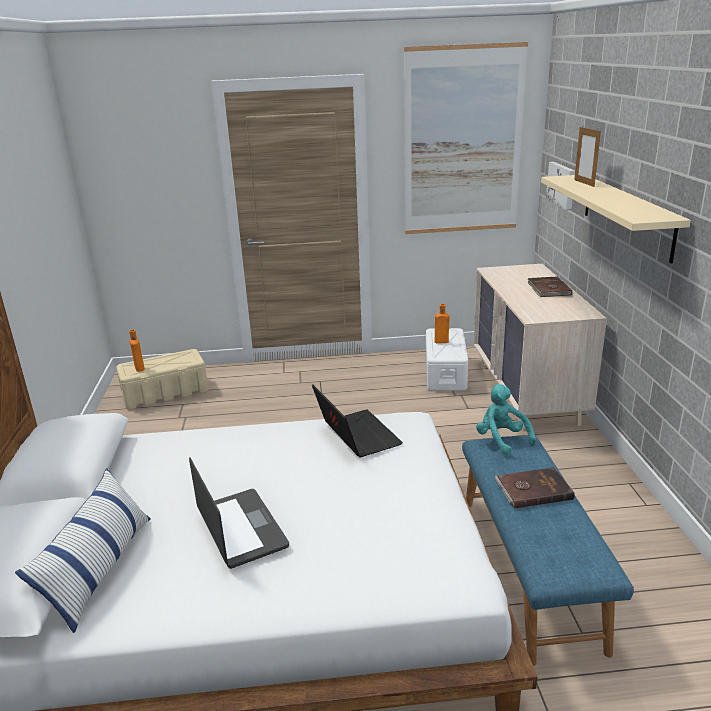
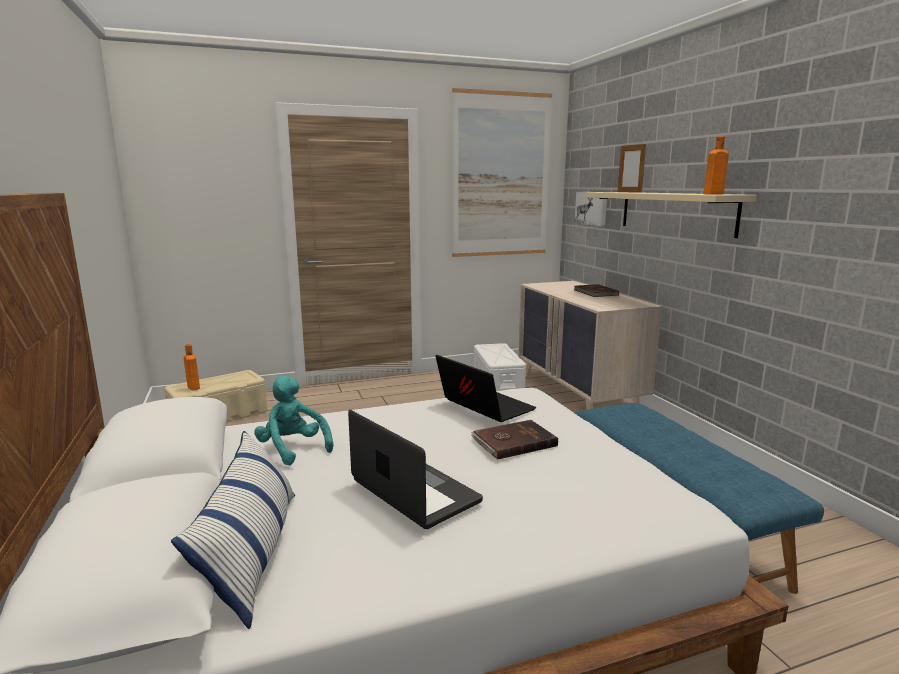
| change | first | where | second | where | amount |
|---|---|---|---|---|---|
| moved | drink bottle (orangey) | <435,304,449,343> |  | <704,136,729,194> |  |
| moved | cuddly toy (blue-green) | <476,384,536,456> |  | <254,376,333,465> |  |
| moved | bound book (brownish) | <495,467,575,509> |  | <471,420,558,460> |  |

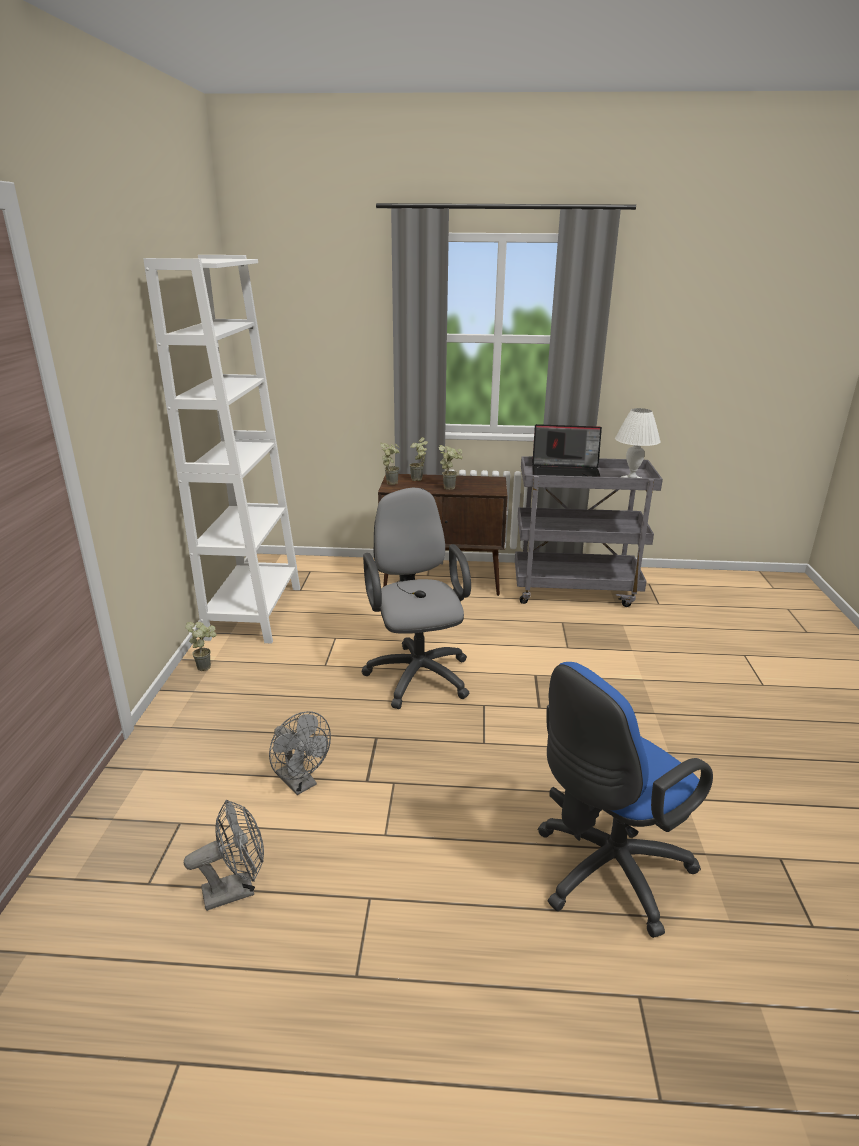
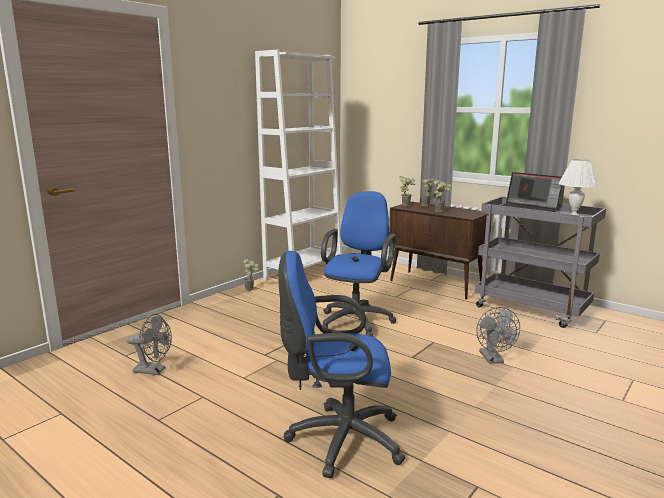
| change | first | where | second | where | amount |
|---|---|---|---|---|---|
| moved | fan (gray) | <269,711,331,795> |  | <476,307,520,364> |  |
| recoloured | office chair (gray) | <362,488,471,709> | office chair (bluish) | <321,191,396,337> |  |

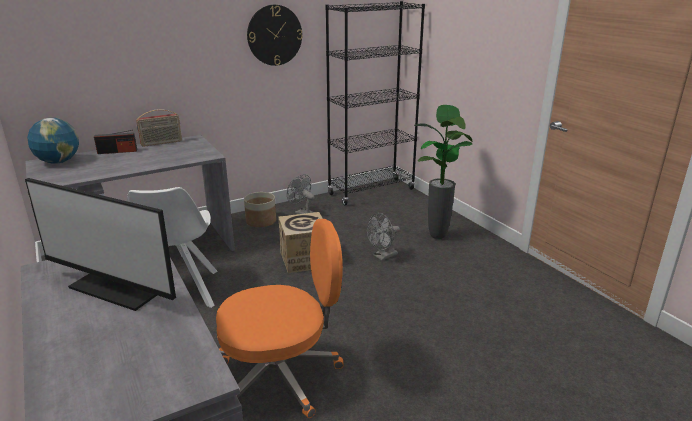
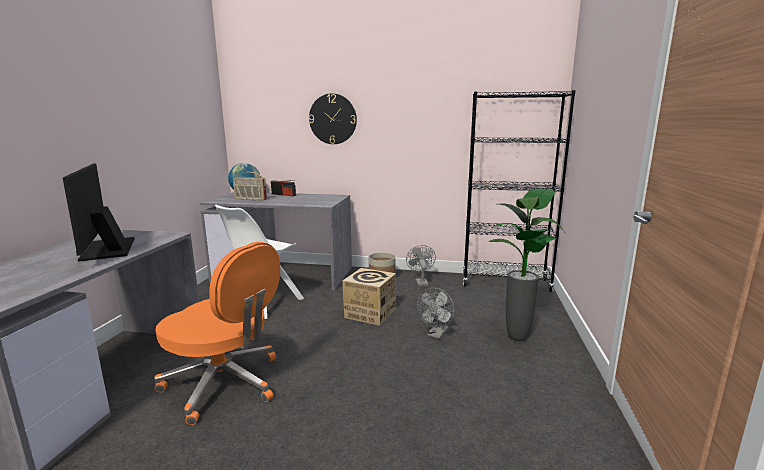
| change | first | where | second | where | amount |
|---|---|---|---|---|---|
| moved | radio | <136,109,182,147> |  | <233,172,267,201> |  |
| moved | hanging clock | <247,5,303,66> |  | <309,93,357,144> |  |
| turned | fan (gray) | <367,213,400,261> |  | <417,288,454,339> | 60 degrees counterclockwise |

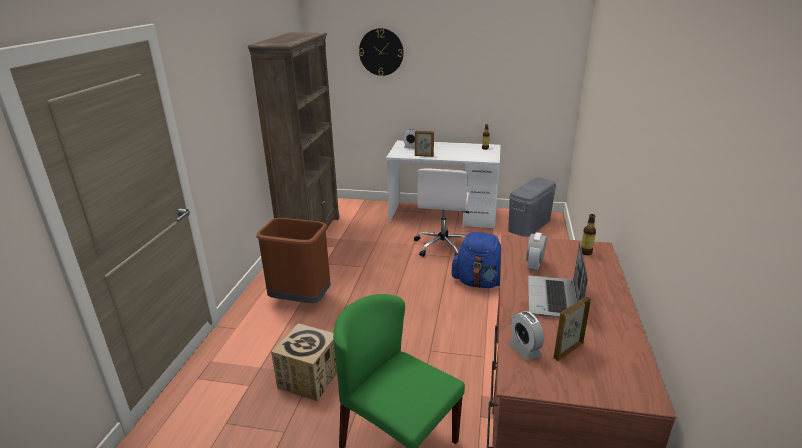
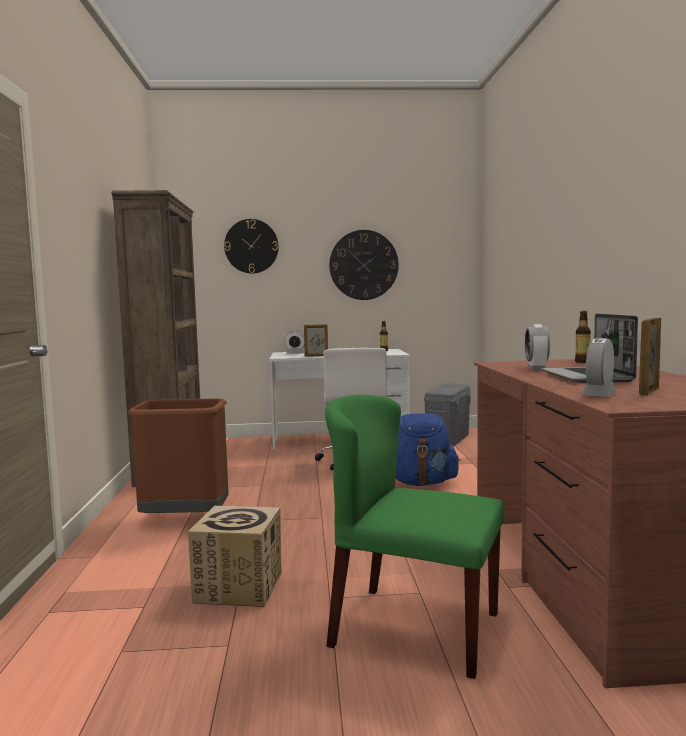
| change | first | where | second | where | amount |
|---|---|---|---|---|---|
| added |  |  | hanging clock | <329,230,399,300> |  |
| turned | alarm clock | <509,311,544,361> |  | <581,338,617,397> | 75 degrees clockwise |

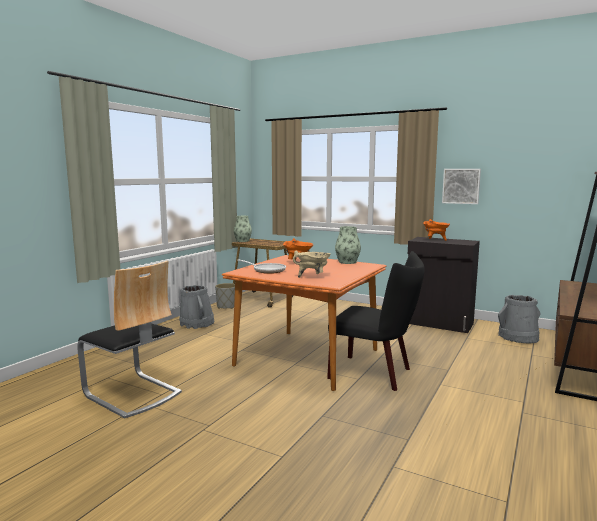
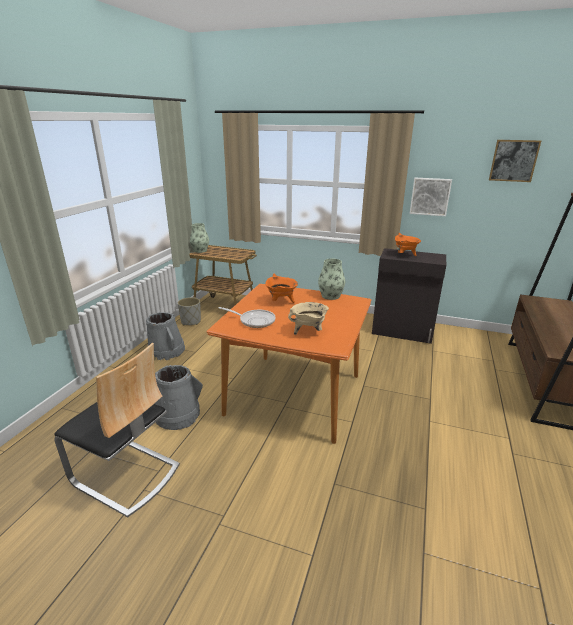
| change | first | where | second | where | amount |
|---|---|---|---|---|---|
| removed | upright chair (blackish) | <327,251,425,391> |  |  |  |
| added |  |  | picture | <489,140,541,182> |  |
| moved | pail (gray) | <498,295,541,343> |  | <154,365,203,430> |  |

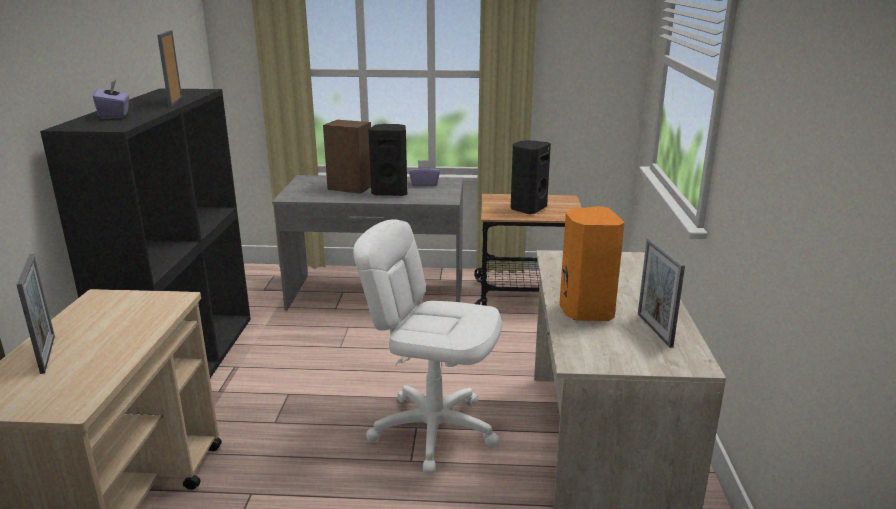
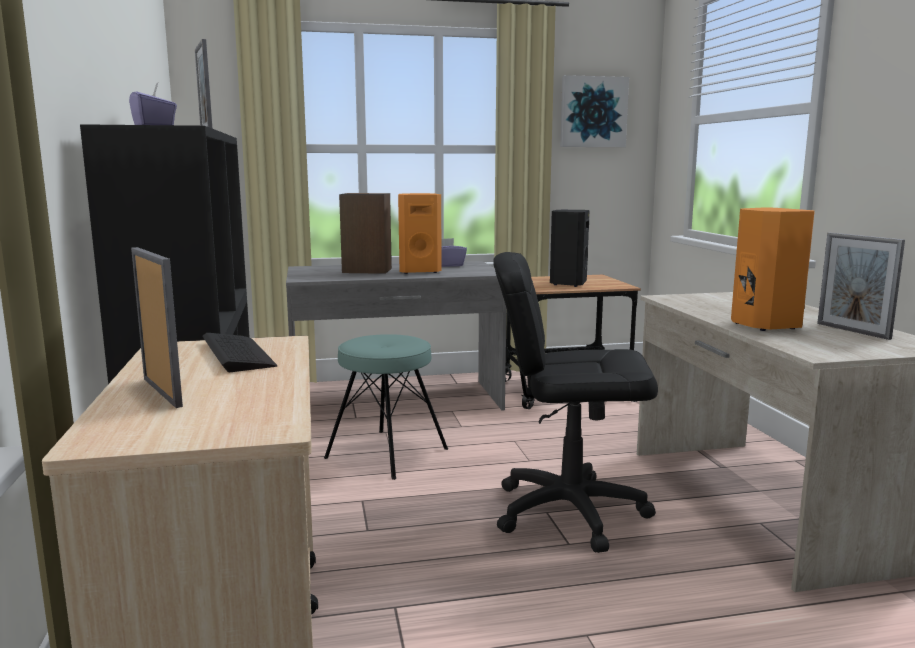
| change | first | where | second | where | amount |
|---|---|---|---|---|---|
| added |  |  | PC keyboard | <202,333,278,372> |  |
| added |  |  | sitting stool (blue-green) | <324,334,448,480> |  |
| added |  |  | picture | <560,75,629,147> |  |
| recoloured | office chair (whitish) | <353,219,502,474> | office chair (blackish) | <493,252,658,553> |  |
| recoloured | audio speaker (blackish) | <368,124,407,196> | audio speaker (orangey) | <398,193,442,274> |  |

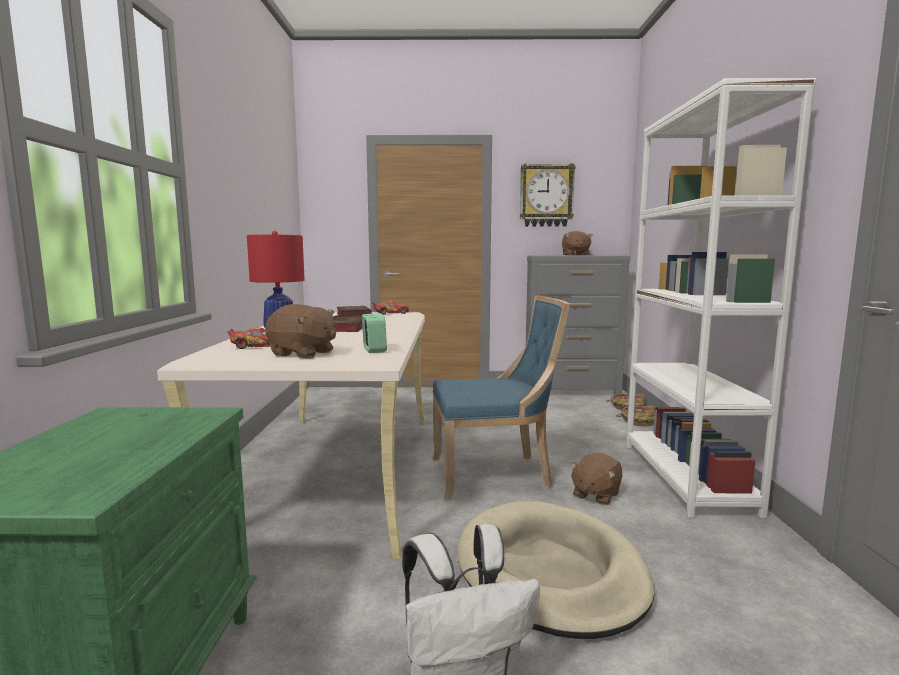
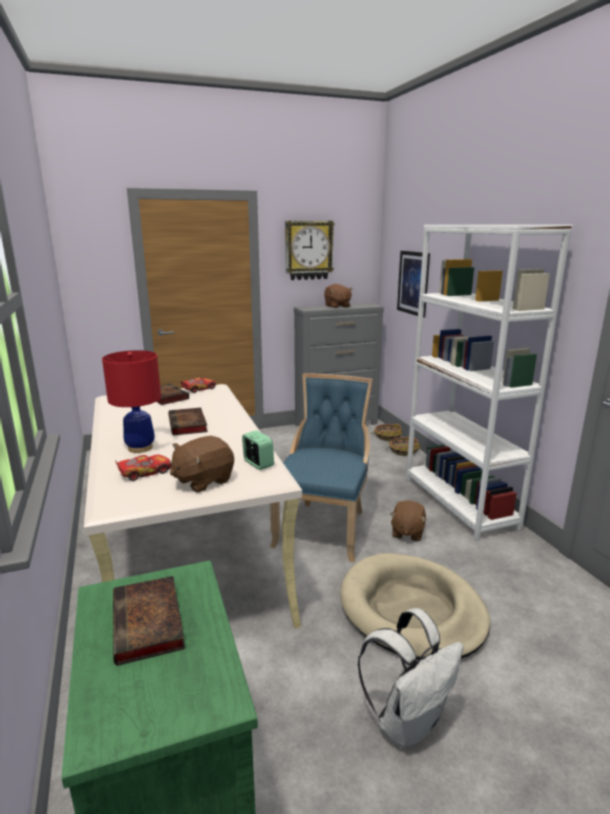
| change | first | where | second | where | amount |
|---|---|---|---|---|---|
| added |  |  | bound book | <113,576,185,666> |  |
| added |  |  | picture | <397,251,430,318> |  |
| turned | cuddly toy (brownish) | <265,304,336,358> |  | <170,436,234,492> | 135 degrees clockwise |
| turned | upright chair (bluish) | <433,295,570,501> |  | <270,373,373,562> | 45 degrees counterclockwise |

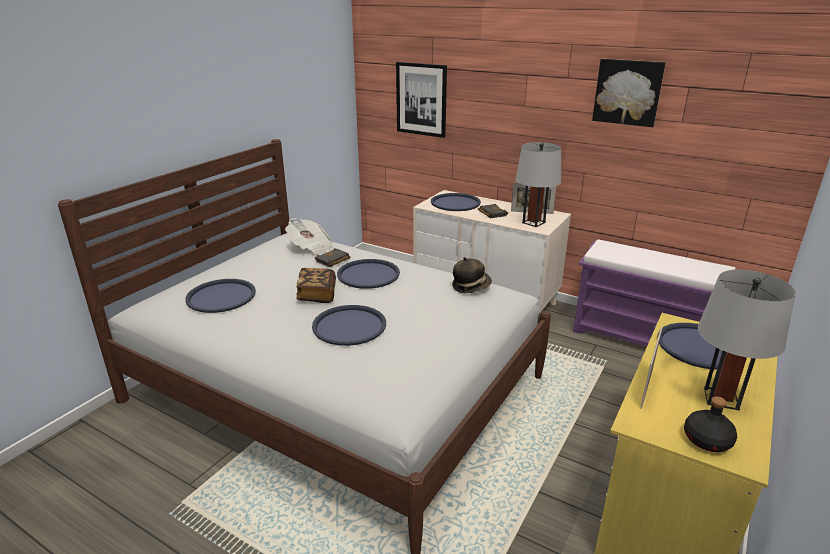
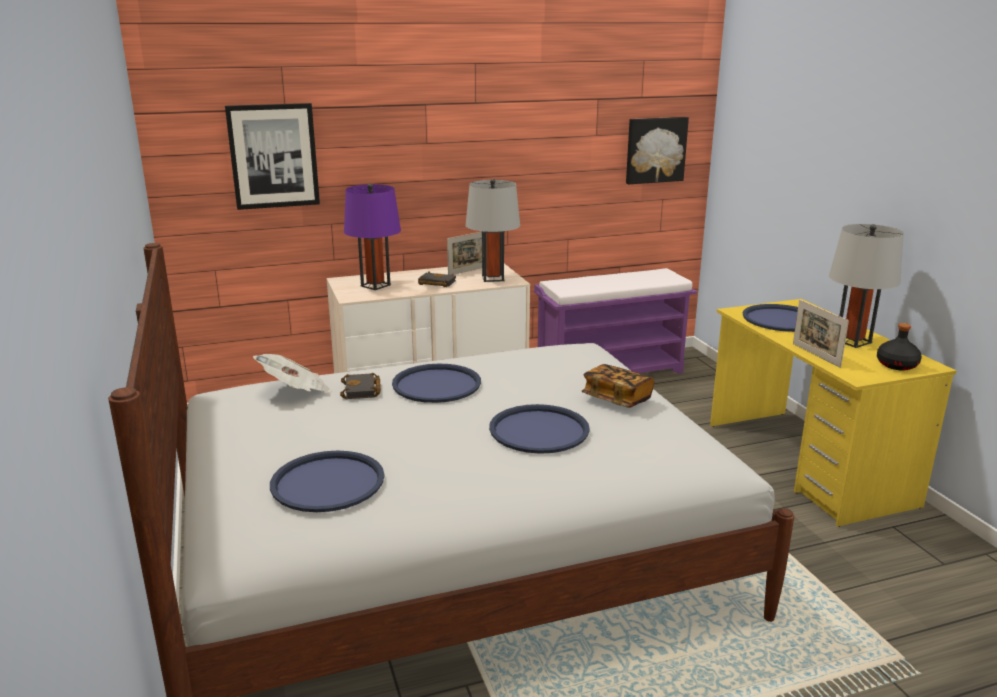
| change | first | where | second | where | amount |
|---|---|---|---|---|---|
| removed | wearable hat | <453,257,492,293> |  |  |  |
| moved | bound book | <296,268,336,303> |  | <581,364,654,408> |  |
| moved | picture | <592,59,666,127> |  | <626,117,689,184> |  |
| replaced | tray (bluish) | <431,193,481,211> | table lamp (purplish) | <344,183,401,290> |  |

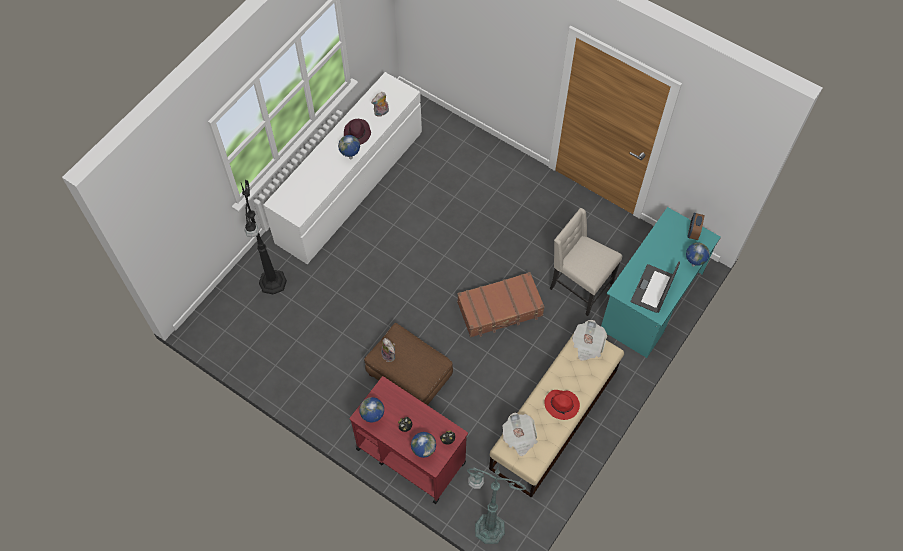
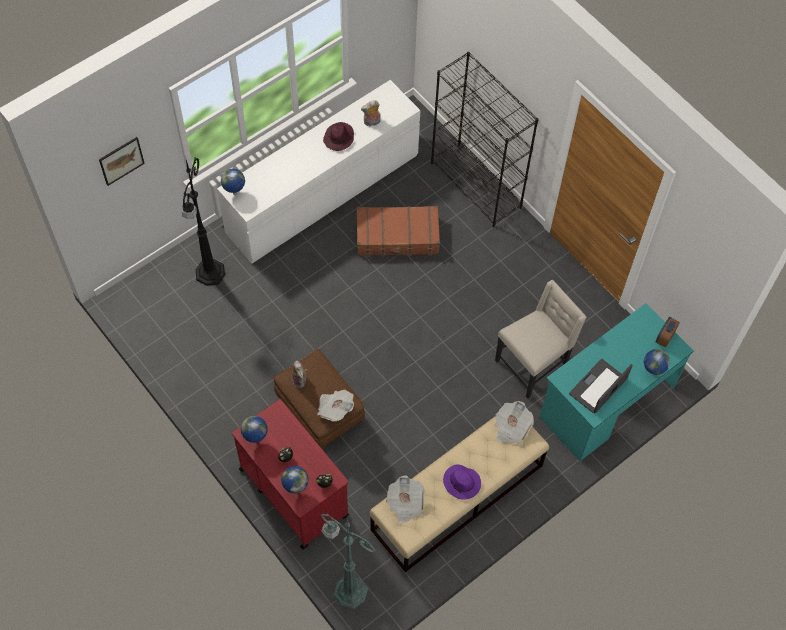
| change | first | where | second | where | amount |
|---|---|---|---|---|---|
| added |  |  | picture | <99,137,145,186> |  |
| added |  |  | newspaper | <317,389,354,421> |  |
| added |  |  | bookshelf (blackish) | <431,52,539,228> |  |
| moved | globe | <338,135,360,159> |  | <221,169,245,195> |  |
| moved | piece of luggage (brownish) | <457,272,545,337> |  | <357,206,440,257> |  |
| recoloured | wearable hat (reddish) | <544,390,580,420> | wearable hat (purplish) | <443,464,481,500> |  |
| turned | upright chair (beige-coloured) | <550,208,622,316> |  | <495,280,587,398> | 90 degrees clockwise |

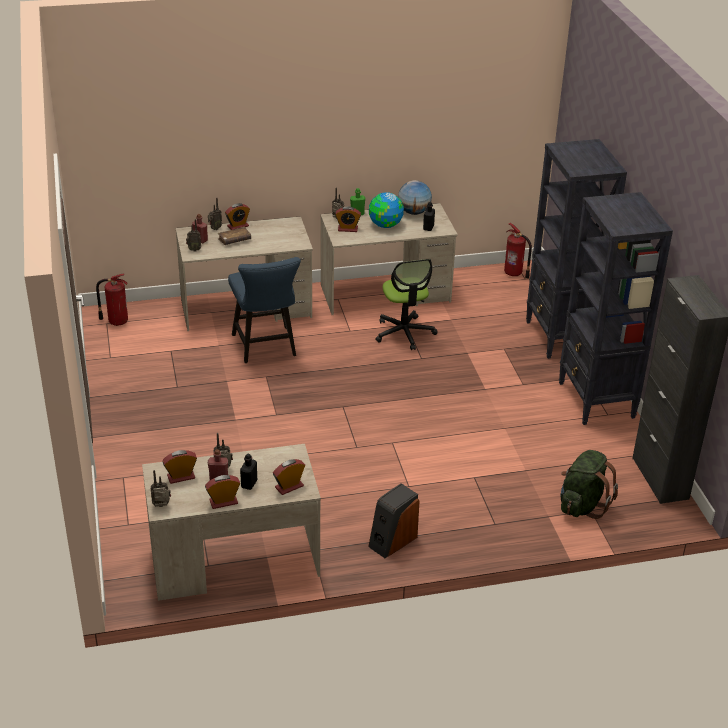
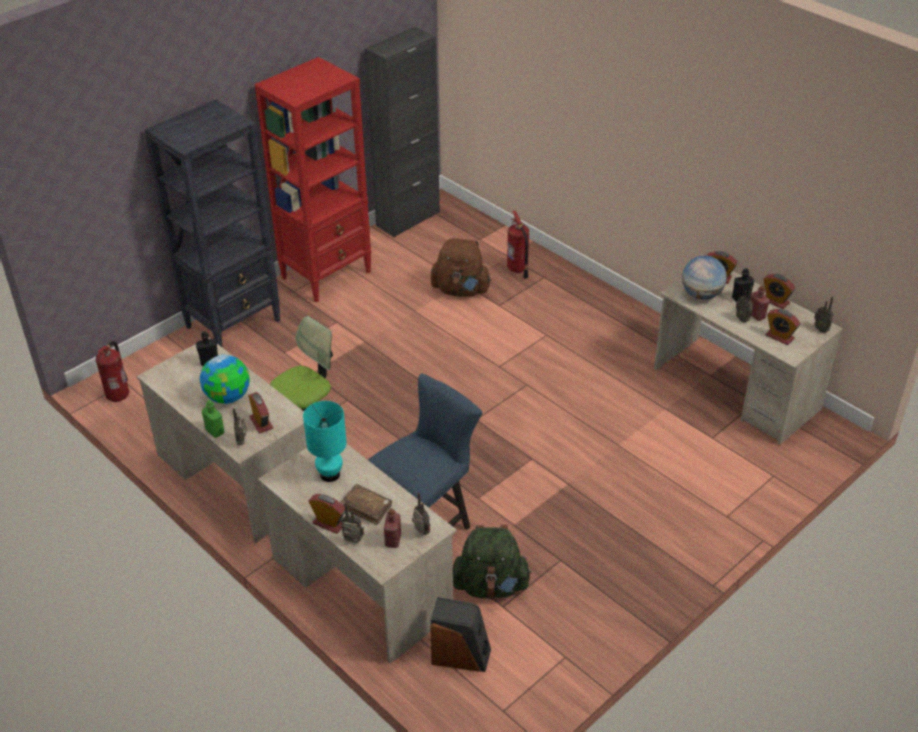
| change | first | where | second | where | amount |
|---|---|---|---|---|---|
| added |  |  | table lamp (blue-green) | <303,401,347,482> |  |
| added |  |  | knapsack (brownish) | <431,238,491,297> |  |
| moved | extinguisher | <96,274,128,326> |  | <507,210,529,279> |  |
| moved | audio speaker | <368,483,420,558> |  | <430,597,491,672> |  |
| moved | globe | <398,180,432,215> |  | <682,256,727,300> |  |
| moved | knapsack (green) | <560,450,618,519> |  | <453,524,532,599> |  |
| recoloured | bookshelf (blackish) | <559,192,673,425> | bookshelf (reddish) | <255,57,372,303> |  |

